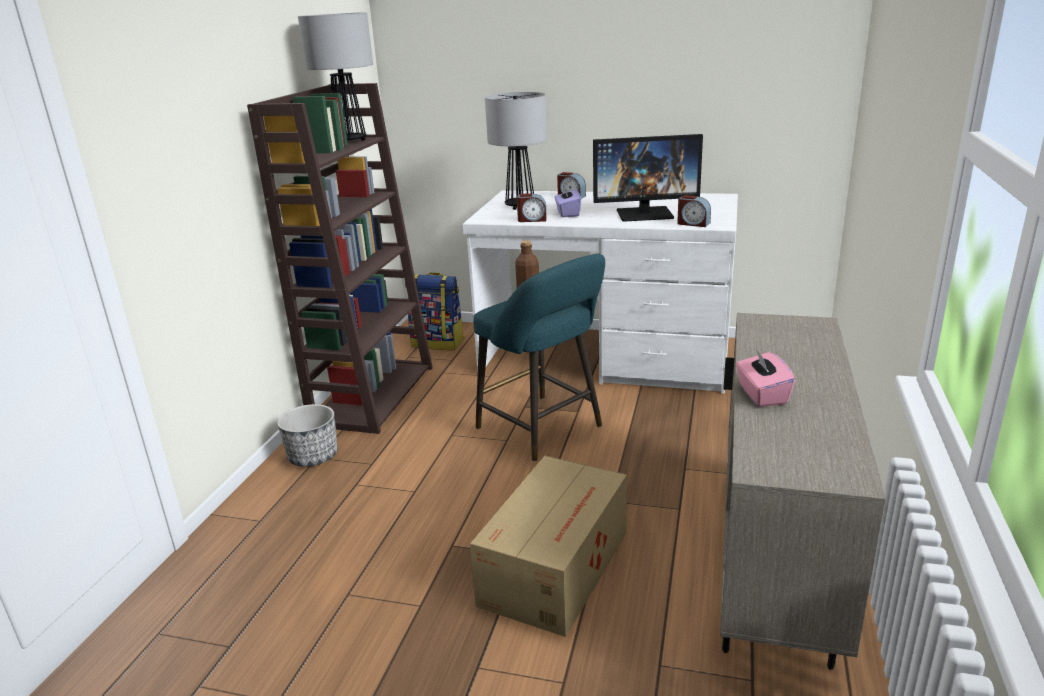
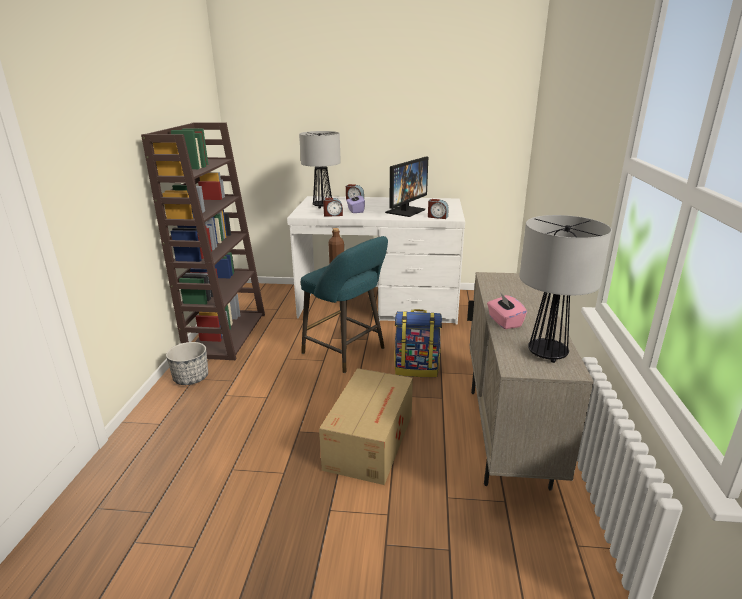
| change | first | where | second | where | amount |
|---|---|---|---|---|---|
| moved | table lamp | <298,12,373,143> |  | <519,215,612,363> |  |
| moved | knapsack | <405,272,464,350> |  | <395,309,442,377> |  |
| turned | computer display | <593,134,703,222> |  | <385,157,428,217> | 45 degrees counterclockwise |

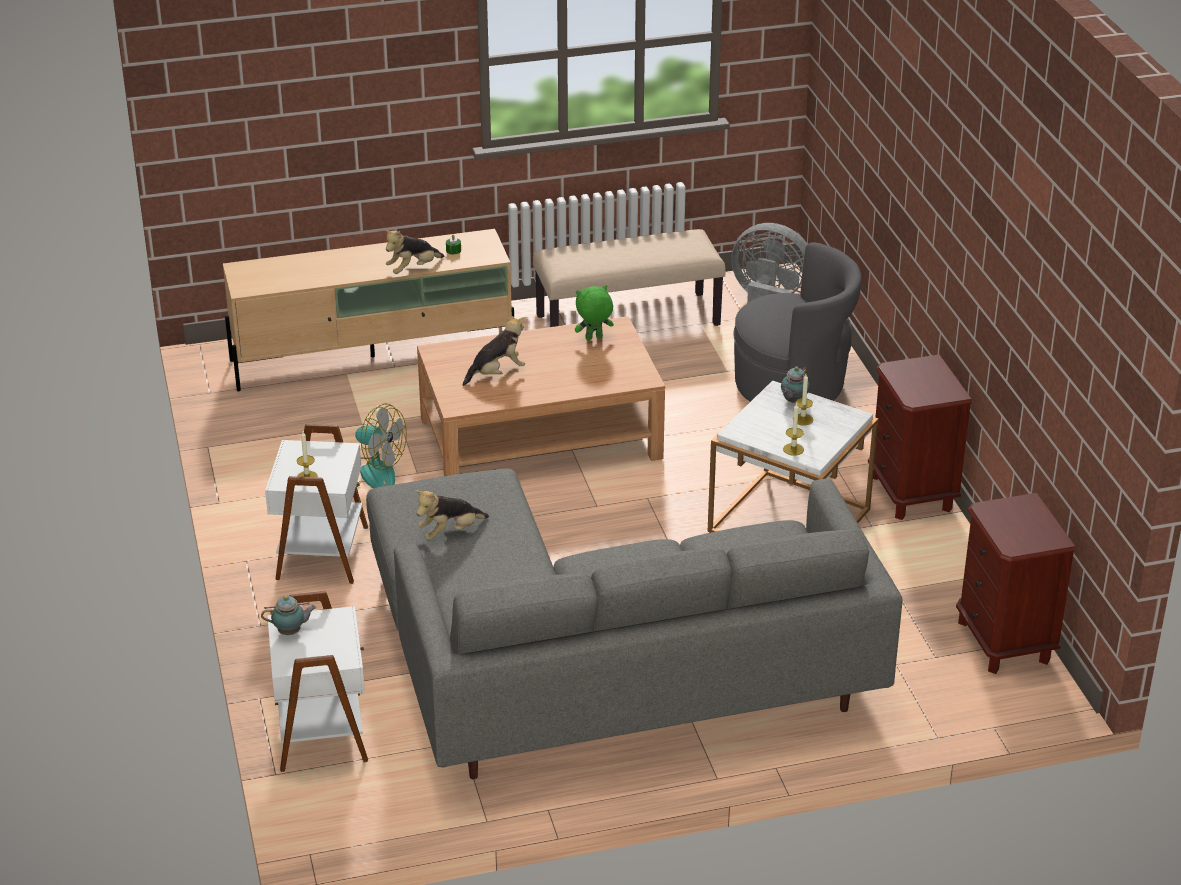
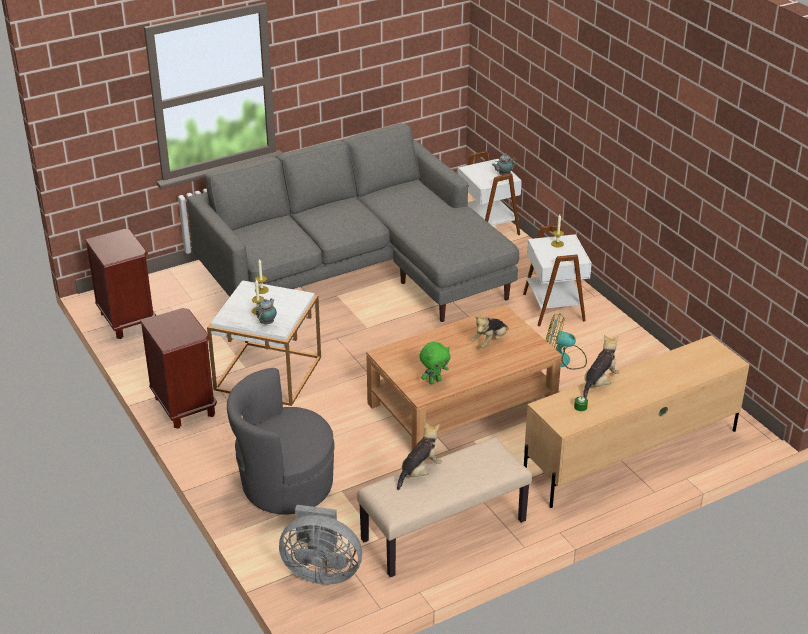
| change | first | where | second | where | amount |
|---|---|---|---|---|---|
| moved | cuddly toy | <415,490,489,540> |  | <397,422,442,490> |  |

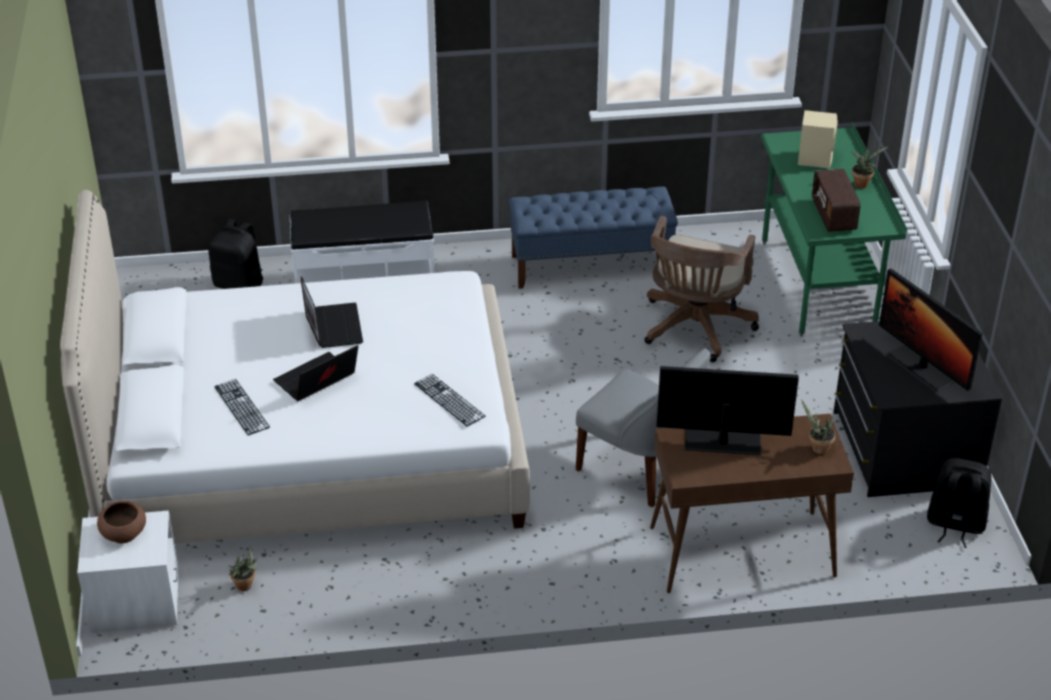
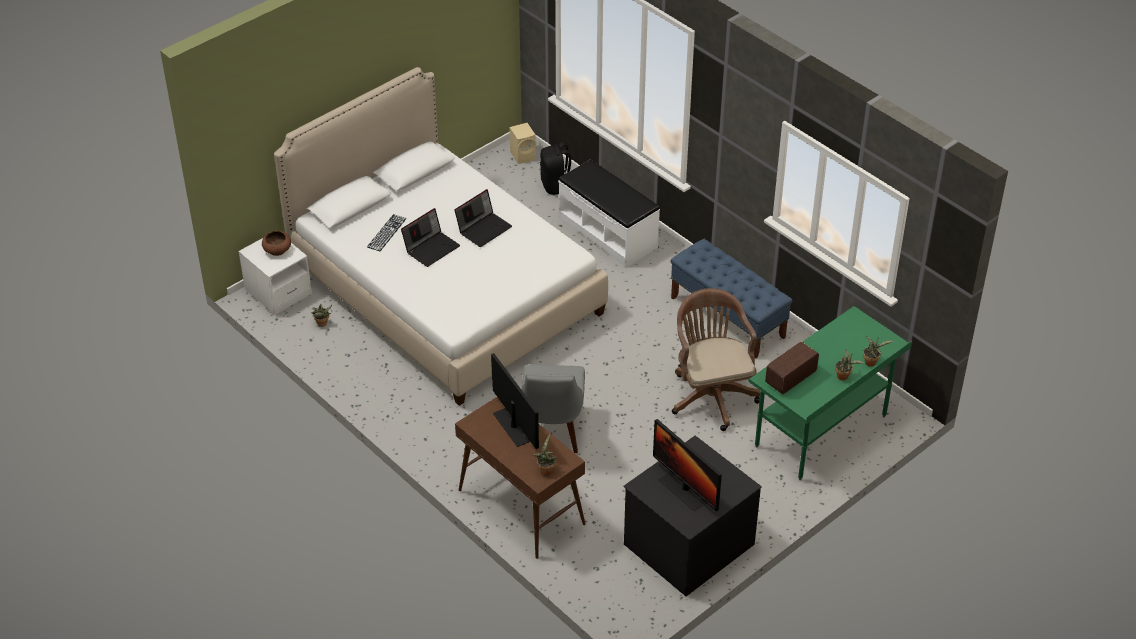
| change | first | where | second | where | amount |
|---|---|---|---|---|---|
| removed | PC keyboard | <414,374,486,427> |  |  |  |
| removed | knapsack (blackish) | <927,458,991,548> |  |  |  |
| added |  |  | houseplant | <863,336,894,367> |  |
| moved | audio speaker (beige-coloured) | <798,110,838,168> |  | <510,123,536,164> |  |
| turned | laptop | <273,345,358,401> |  | <401,208,460,267> | 120 degrees clockwise |
| turned | office chair (brownish) | <645,216,759,362> |  | <672,288,760,431> | 90 degrees clockwise |
| turned | computer display | <879,269,983,392> |  | <653,419,722,511> | 60 degrees counterclockwise |

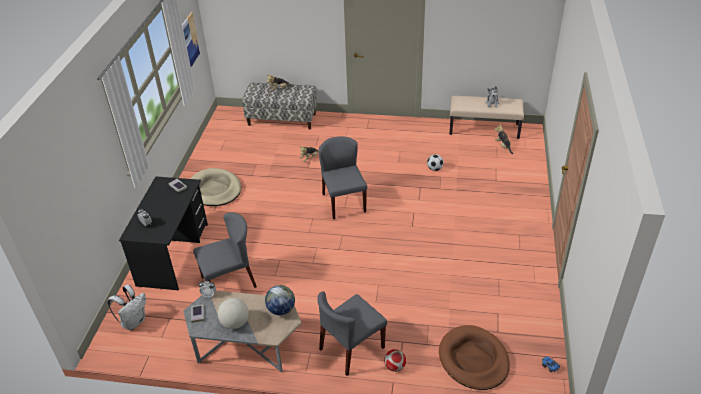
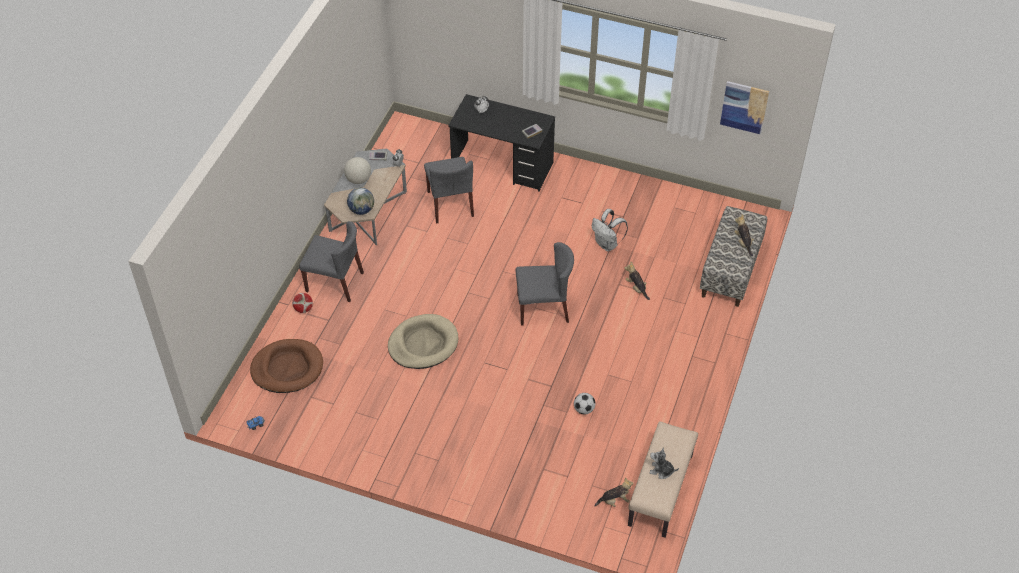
| change | first | where | second | where | amount |
|---|---|---|---|---|---|
| moved | knapsack (whitish) | <108,284,146,330> |  | <592,209,628,251> |  |
| moved | dog bed (beige-coloured) | <190,168,241,206> |  | <388,314,459,369> |  |
| turned | upright chair (gray) | <317,291,387,376> |  | <299,221,364,302> | 135 degrees clockwise |

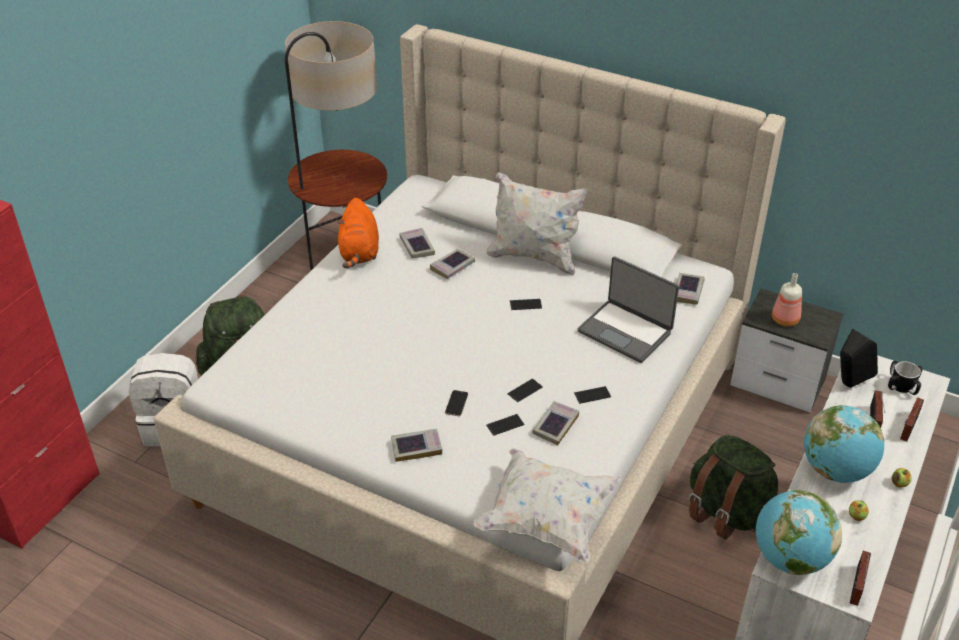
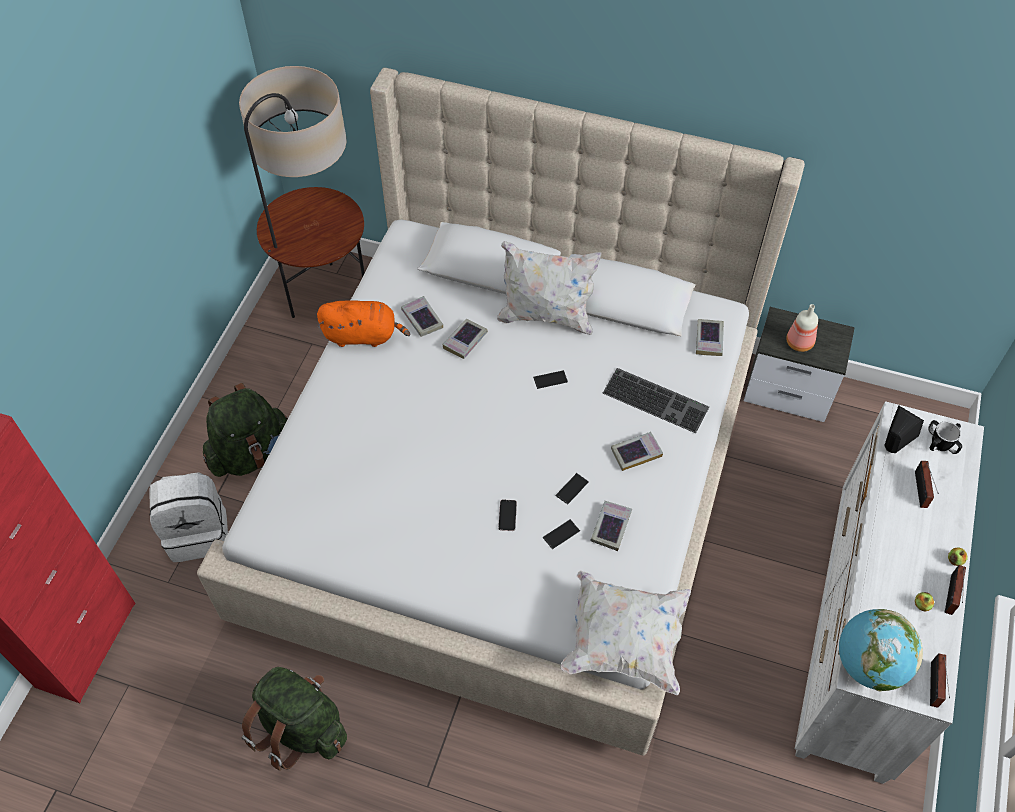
| change | first | where | second | where | amount |
|---|---|---|---|---|---|
| removed | handset | <574,386,611,404> |  |  |  |
| removed | globe | <804,405,884,483> |  |  |  |
| moved | bound book | <391,429,442,462> |  | <611,432,663,471> |  |
| moved | knapsack (green) | <689,434,779,540> |  | <242,667,347,771> |  |
| moved | radio | <900,397,924,442> |  | <945,565,966,615> |  |
| replaced | laptop | <577,256,679,363> | PC keyboard | <603,368,709,433> |  |
| turned | cuddly toy (orangey) | <337,198,379,268> |  | <317,300,410,347> | 75 degrees counterclockwise |

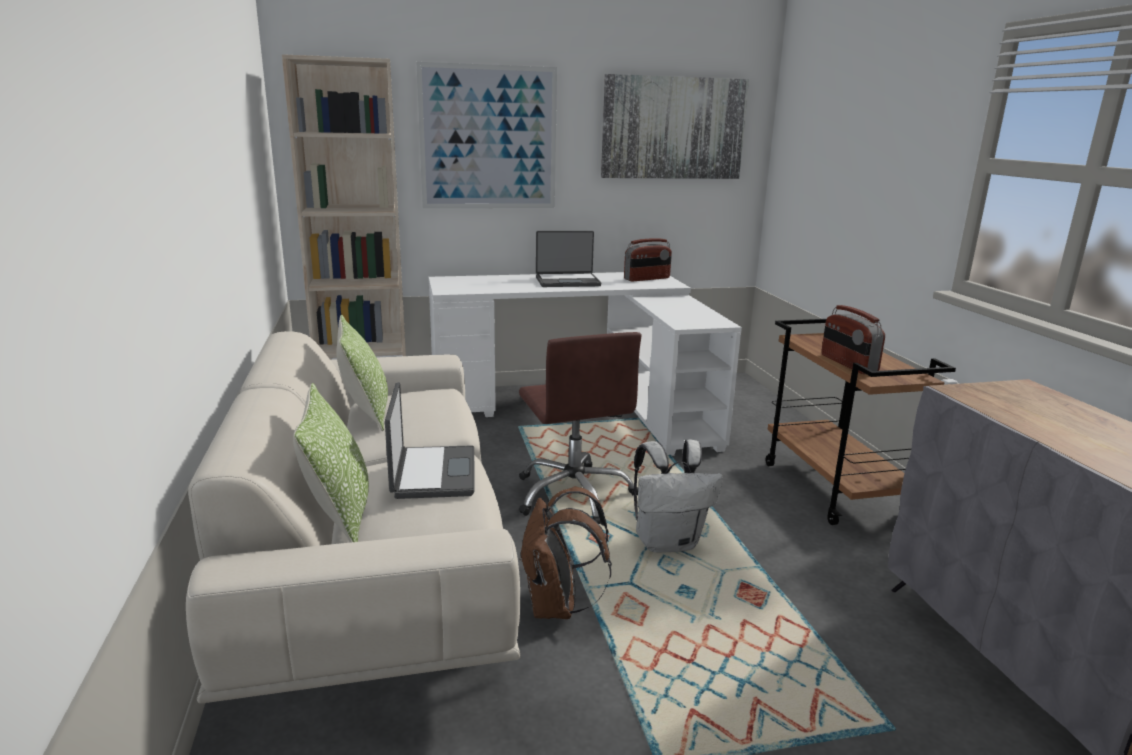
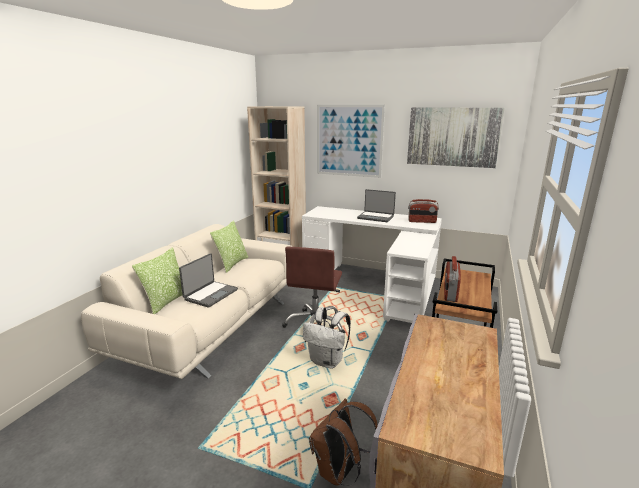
| change | first | where | second | where | amount |
|---|---|---|---|---|---|
| moved | knapsack (brownish) | <519,487,612,619> |  | <309,398,378,486> |  |

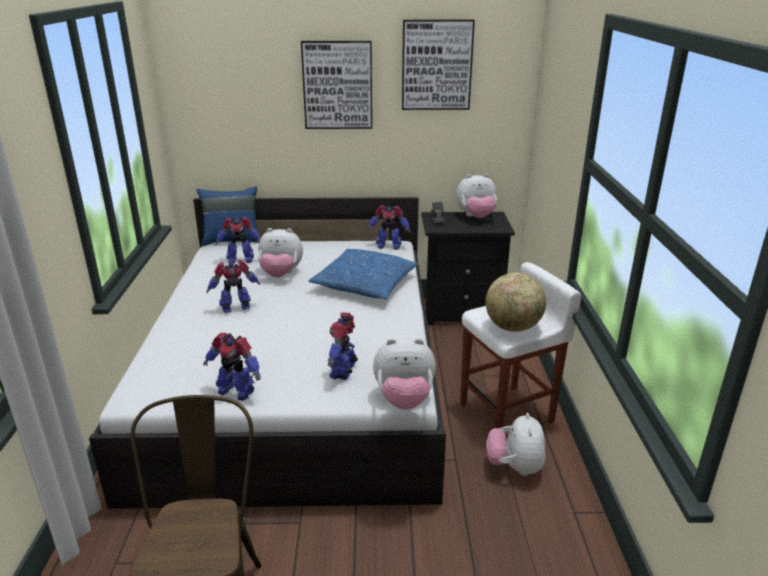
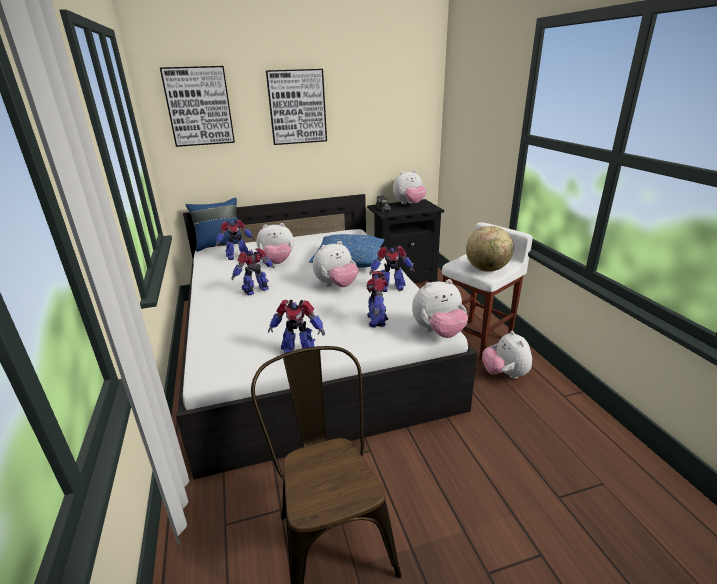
| change | first | where | second | where | amount |
|---|---|---|---|---|---|
| added |  |  | cuddly toy | <313,241,358,287> |  |
| moved | robot figure | <367,205,410,250> |  | <370,246,415,292> |  |
| moved | picture | <402,20,475,110> |  | <160,66,235,147> |  |

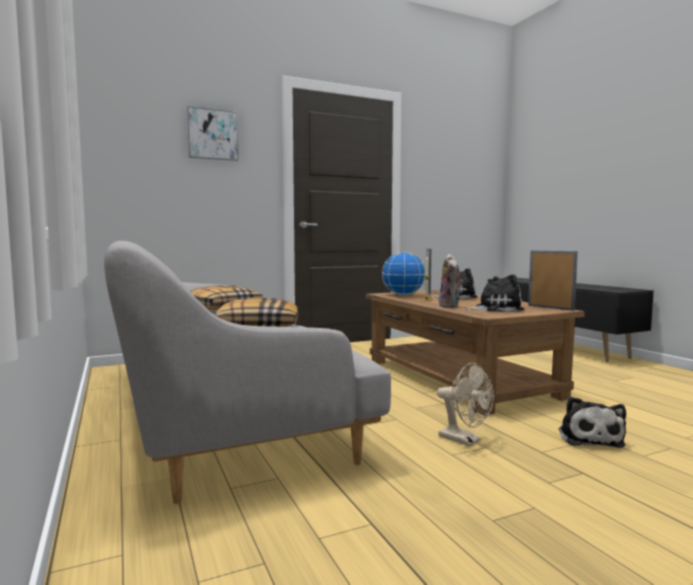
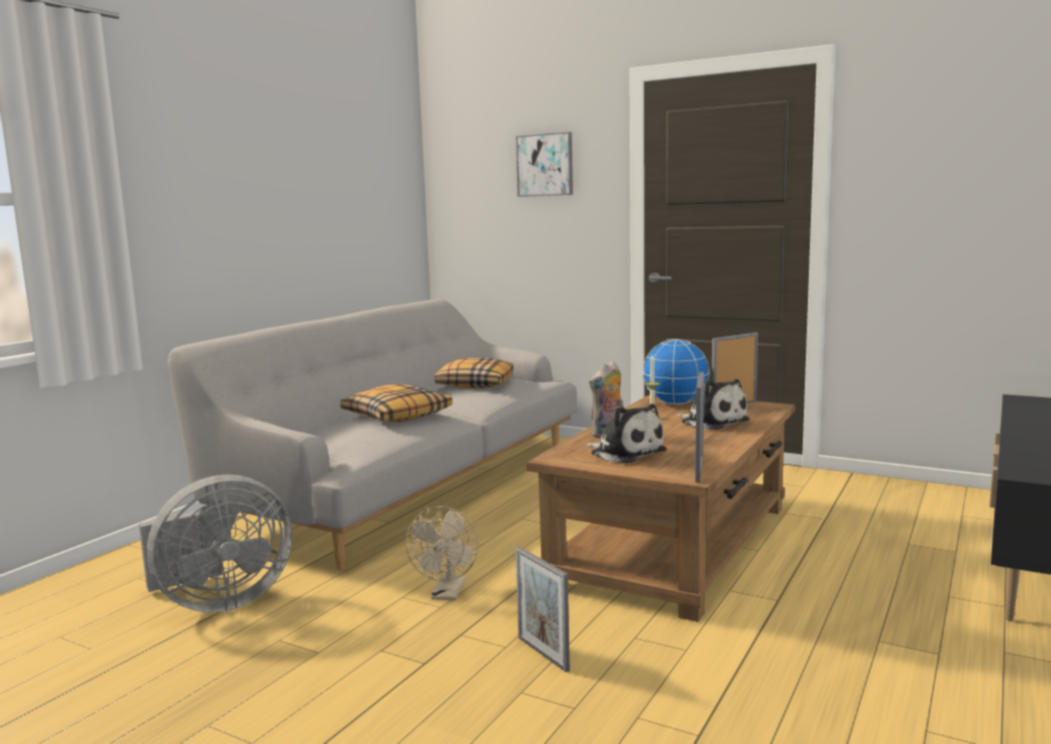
| change | first | where | second | where | amount |
|---|---|---|---|---|---|
| added |  |  | fan (gray) | <139,474,292,613> |  |
| replaced | cuddly toy | <559,397,626,448> | standing frame | <515,547,570,672> |  |

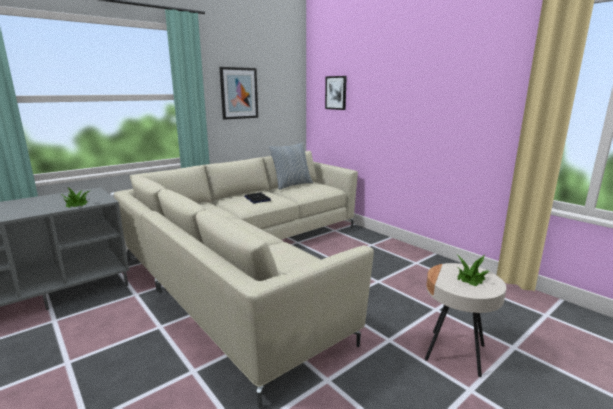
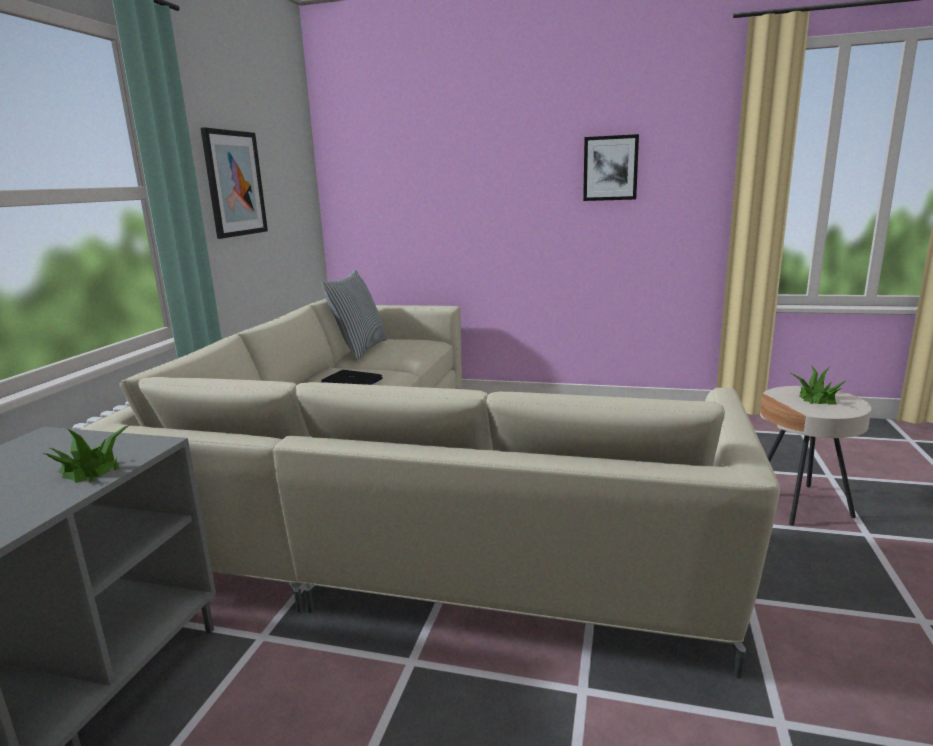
| change | first | where | second | where | amount |
|---|---|---|---|---|---|
| moved | picture | <325,76,347,110> |  | <583,134,639,201> |  |

